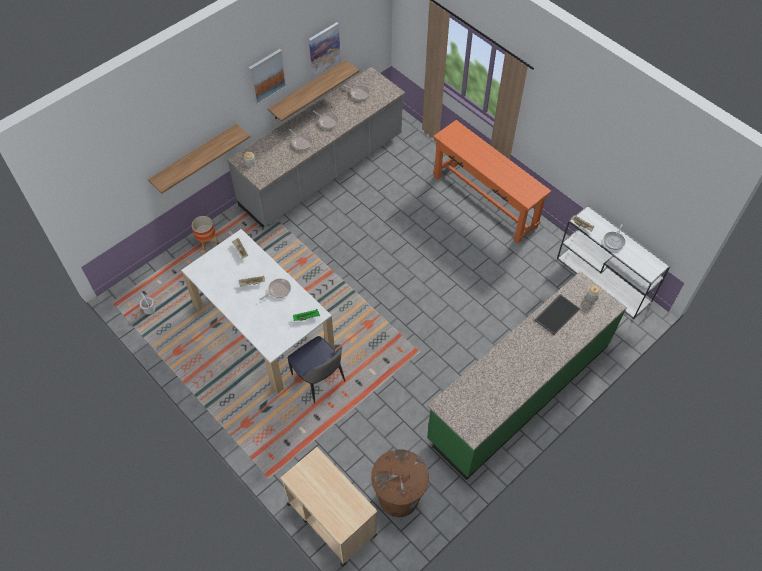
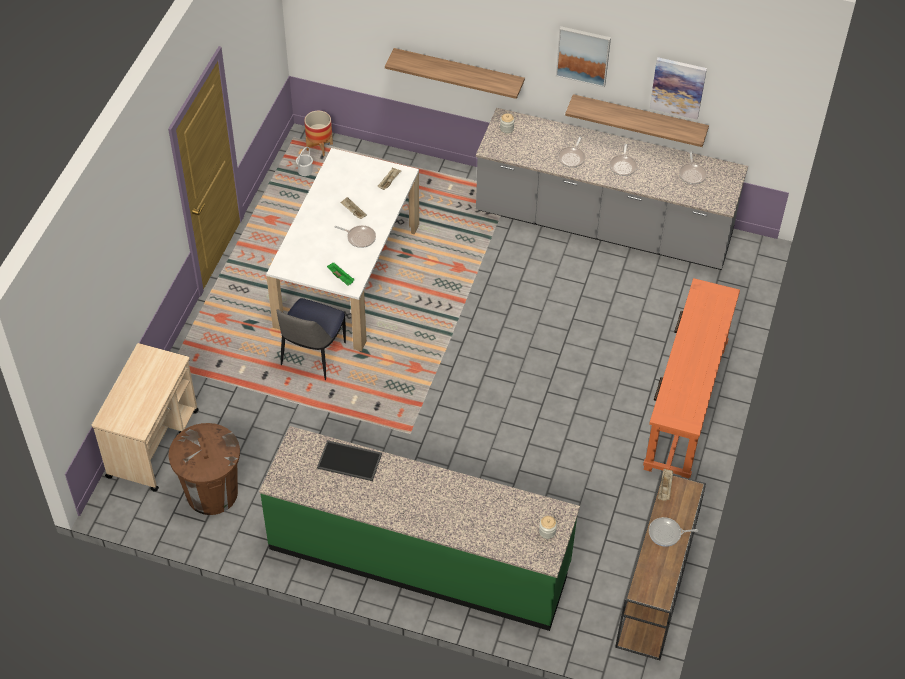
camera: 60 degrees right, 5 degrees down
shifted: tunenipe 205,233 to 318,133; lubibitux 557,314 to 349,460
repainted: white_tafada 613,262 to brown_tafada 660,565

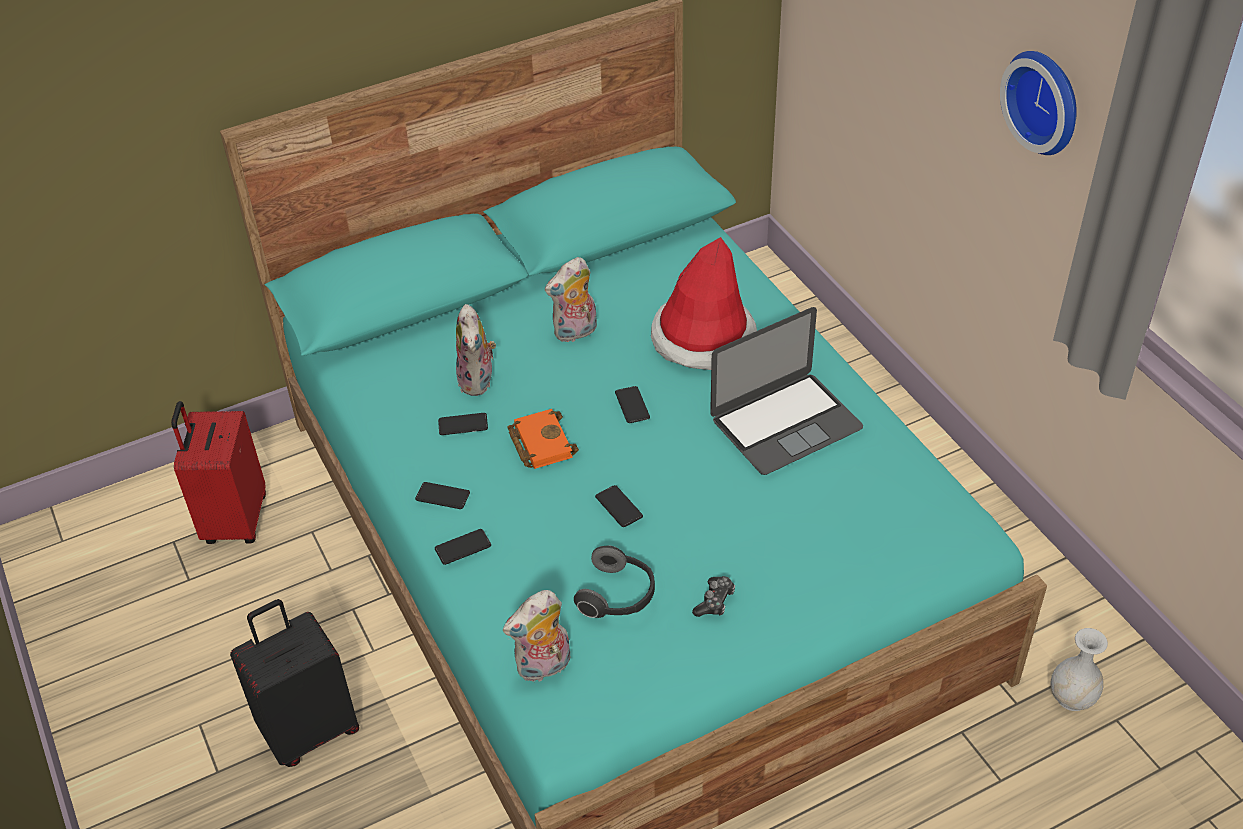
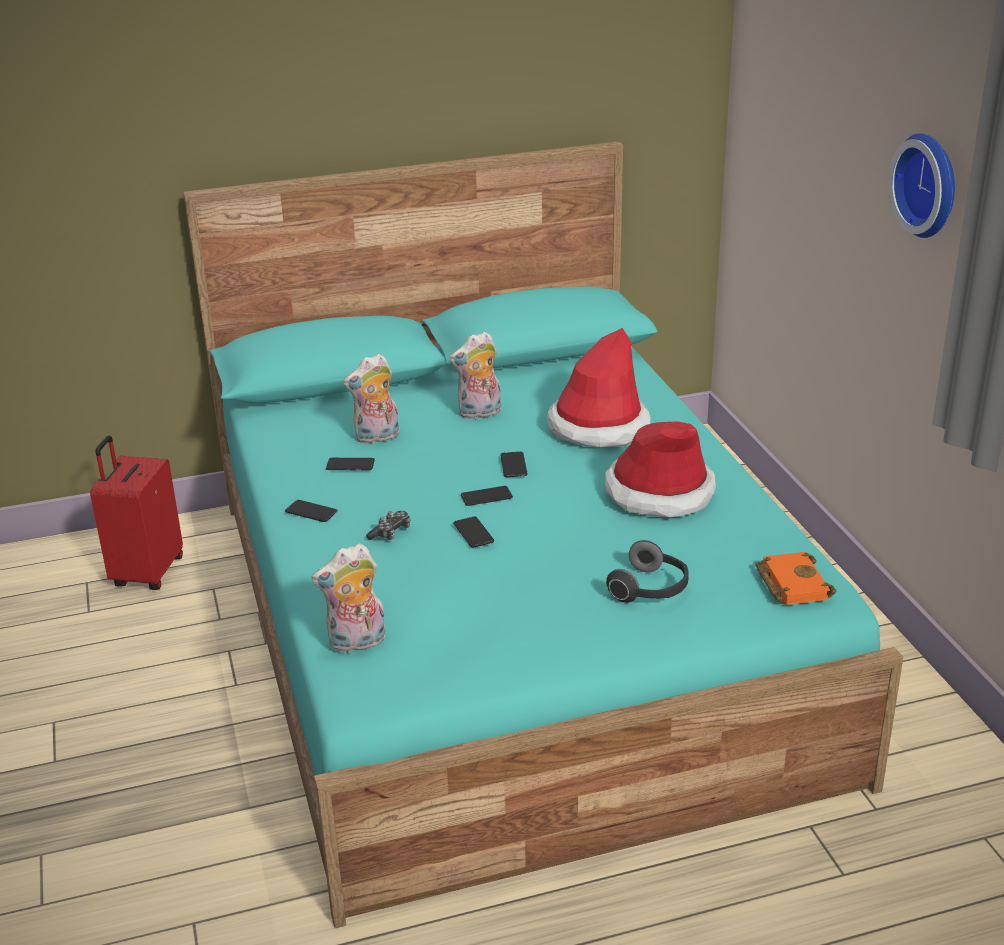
camera: 10 degrees right, 15 degrees down
gone: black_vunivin 294,683; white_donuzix 1079,669
shifted: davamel 713,596 to 388,525; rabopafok 463,547 to 487,496; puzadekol 614,581 to 647,571; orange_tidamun 543,439 to 795,578
swapped: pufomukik 786,391 to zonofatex 660,469
rotated: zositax 476,350 = 371,398 60 degrees clockwise

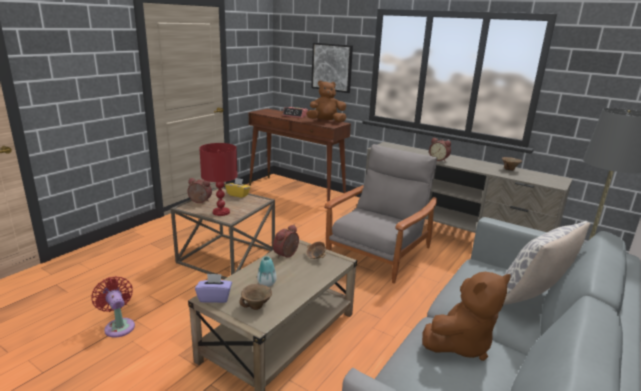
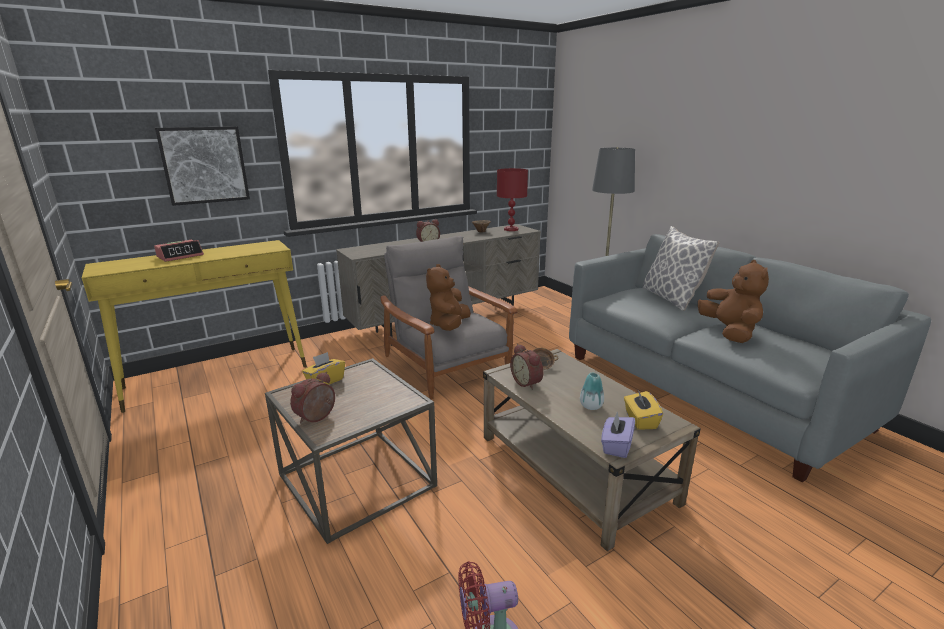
camera: 65 degrees left, 0 degrees up
shifted: brown_zositax 326,101 to 448,297; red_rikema 218,179 to 512,199
swapped: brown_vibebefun 255,297 to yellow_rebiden 643,410
repainted: brown_tafada 300,155 to yellow_tafada 194,326

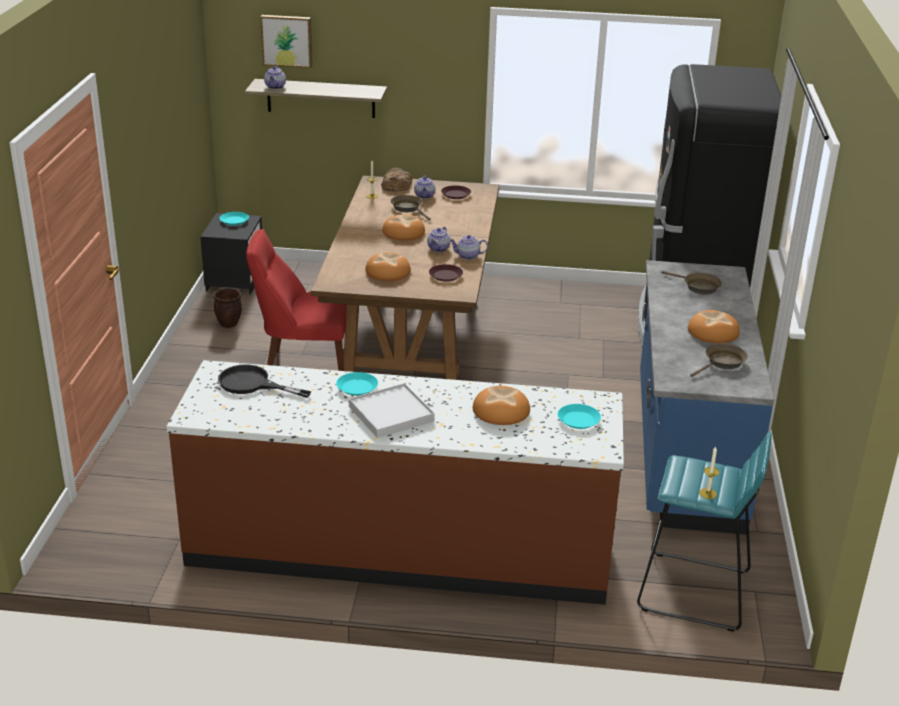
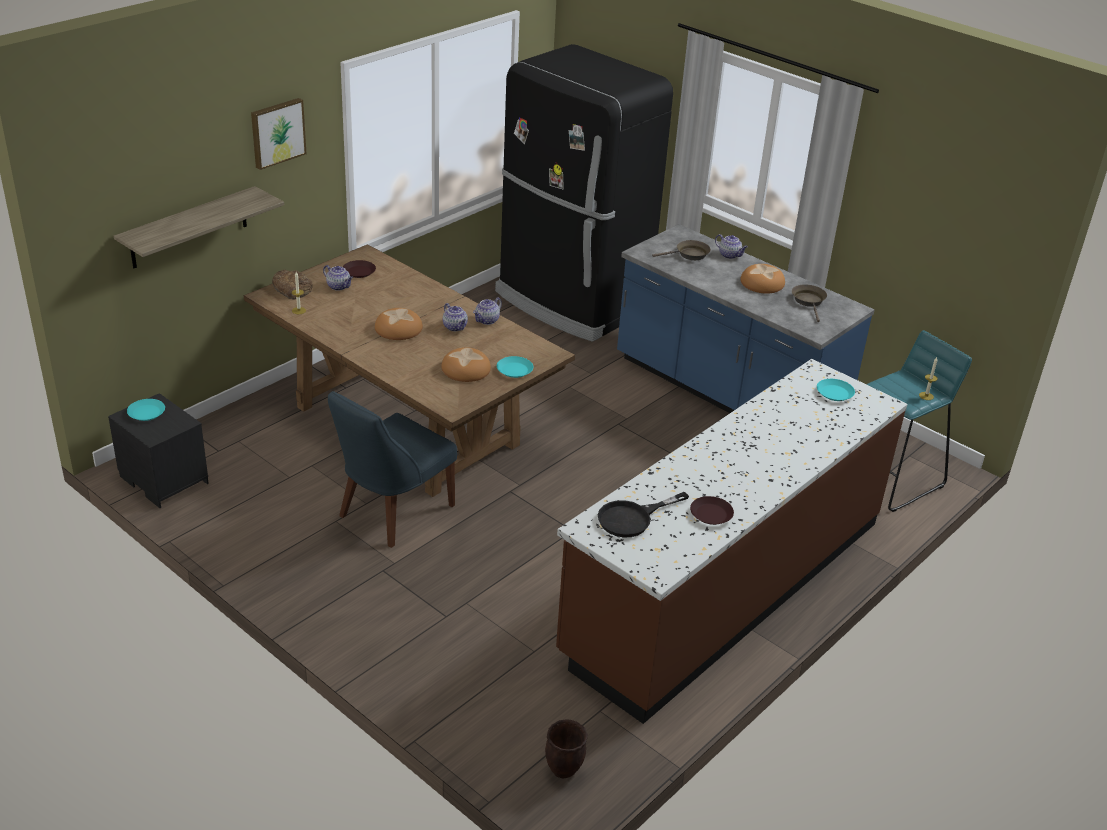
camera: 55 degrees left, 5 degrees up
gone: white_lubibitux 392,410; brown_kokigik 410,208; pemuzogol 501,405
shifted: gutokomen 286,41 to 279,134; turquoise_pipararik 357,384 to 515,367; brown_tunenipe 227,308 to 566,749; brown_pipararik 446,273 to 712,510; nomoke 275,77 to 731,246
repainted: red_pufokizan 296,300 to blue_pufokizan 392,469

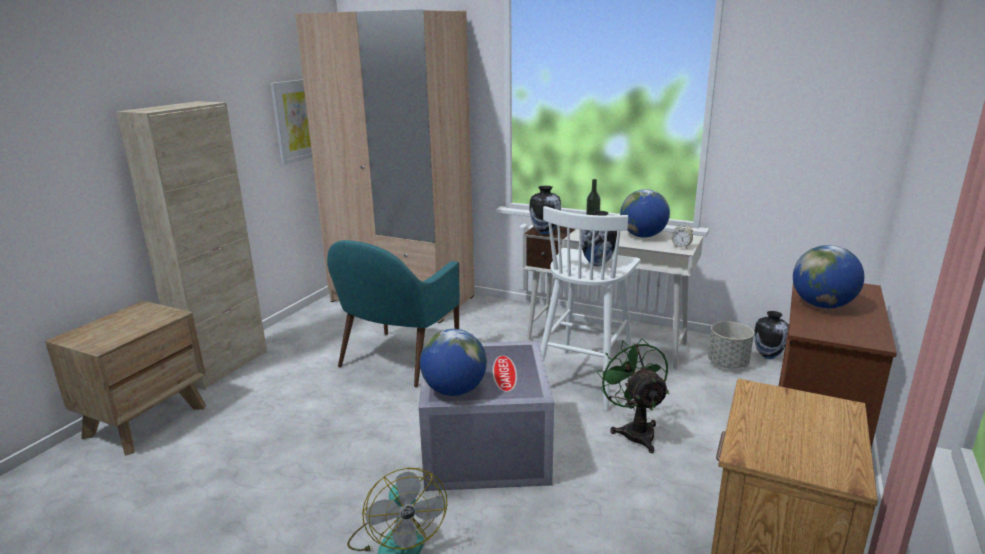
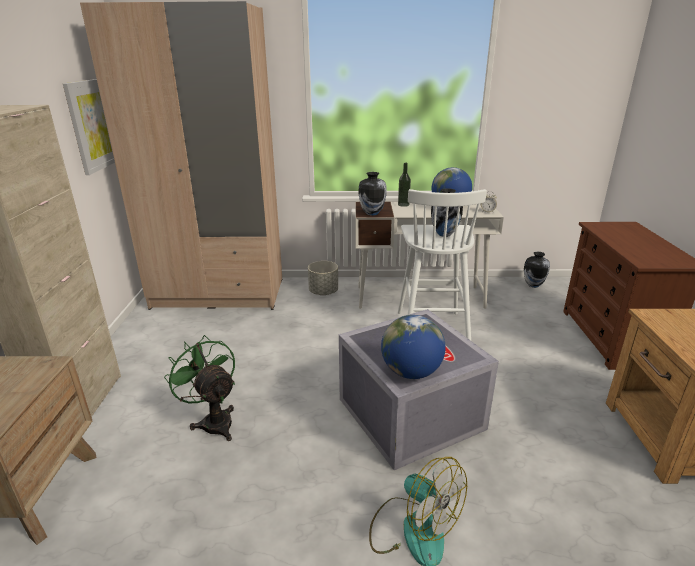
camera: 25 degrees left, 5 degrees up
gone: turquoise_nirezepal 393,314; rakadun 828,276
shifted: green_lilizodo 633,395 to 199,388; grey_tunenipe 731,344 to 323,278

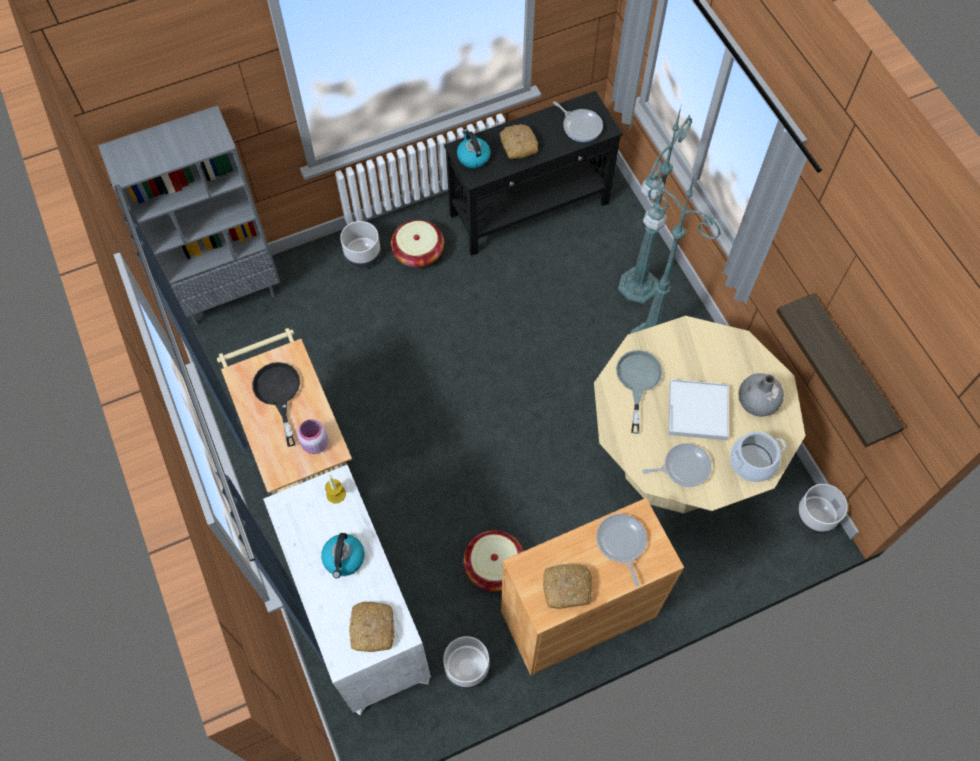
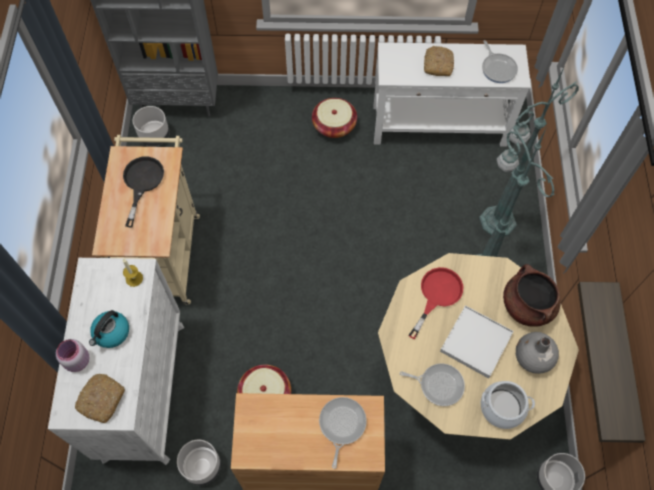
camera: 25 degrees right, 0 degrees up
gone: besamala 474,148; pemuzogol 567,586
new: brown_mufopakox 532,295
shifted: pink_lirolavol 313,436 to 72,355; grey_tunenipe 360,244 to 151,126
repainted: black_tafada 533,173 to white_tafada 452,94; grey_kokigik 639,392 to red_kokigik 435,303

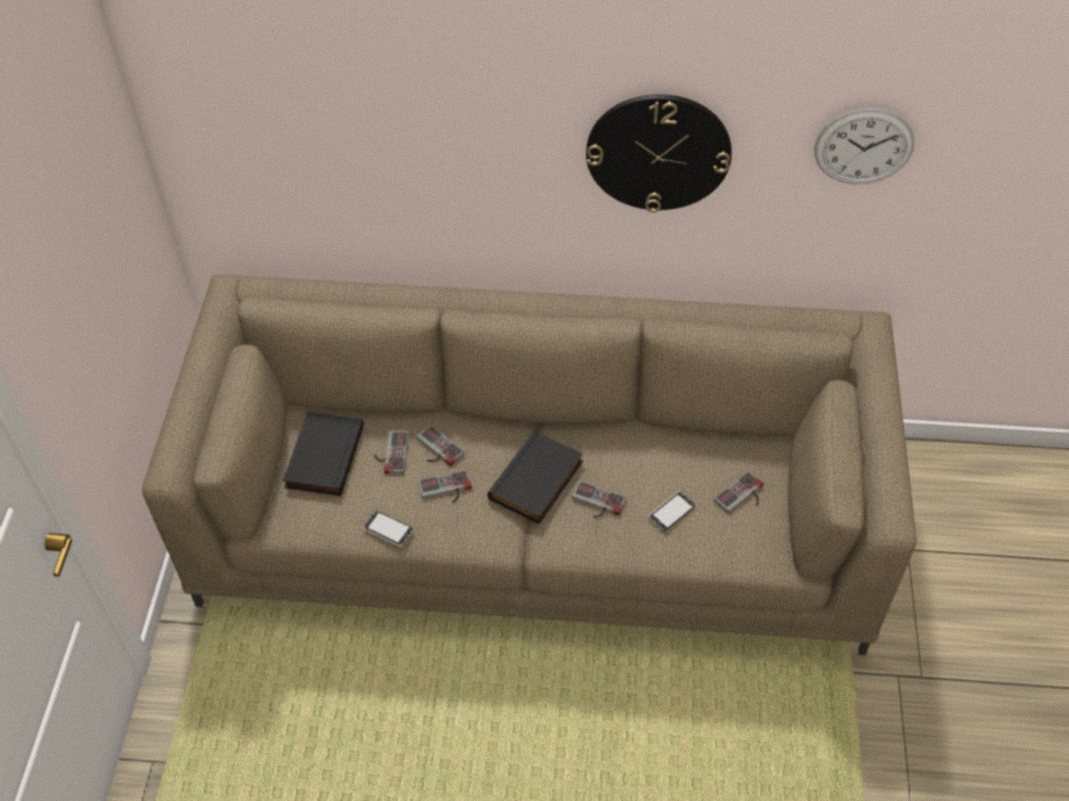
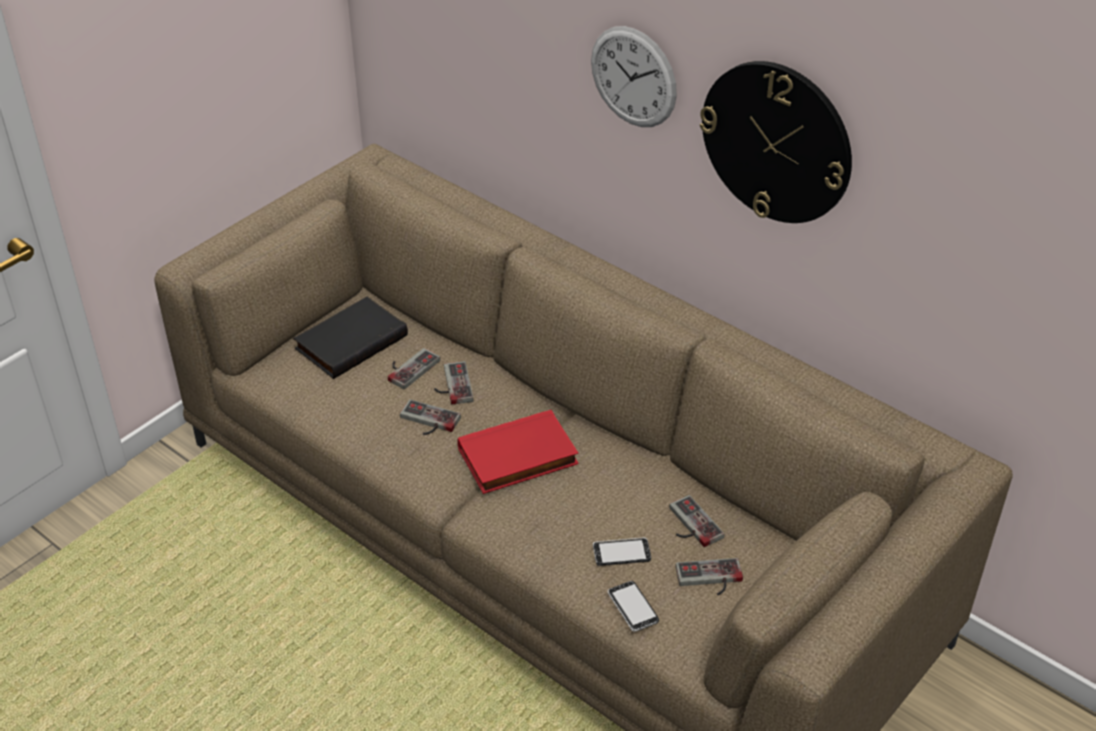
camera: 35 degrees right, 10 degrees down
shifted: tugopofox 864,146 to 634,76; rabopafok 388,529 to 633,606; davamel 599,499 to 696,521
repainted: black_tidamun 535,477 to red_tidamun 518,452

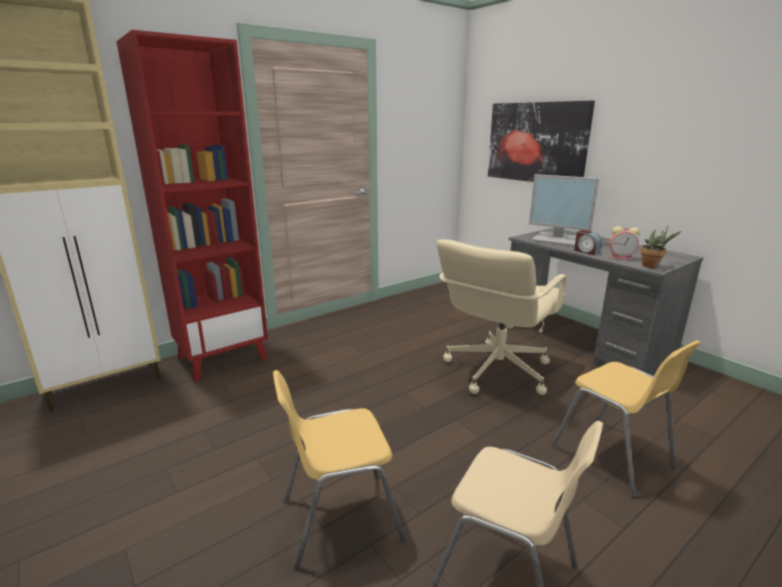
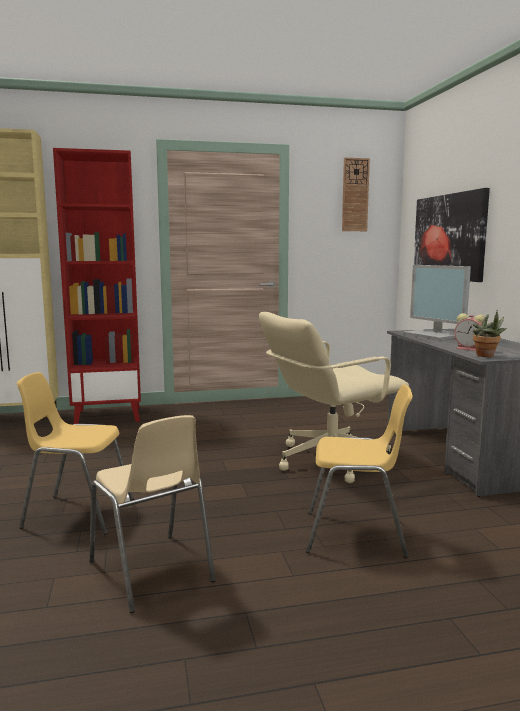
camera: 25 degrees right, 10 degrees down
gone: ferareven 588,242
new: tugopofox 356,194
rotated: yellow_pufokizan 626,419 = 359,471 75 degrees counterclockwise

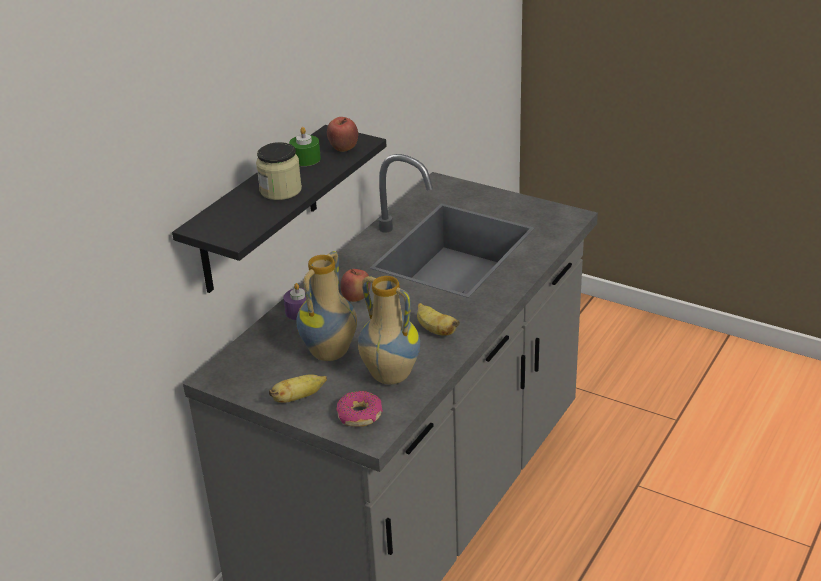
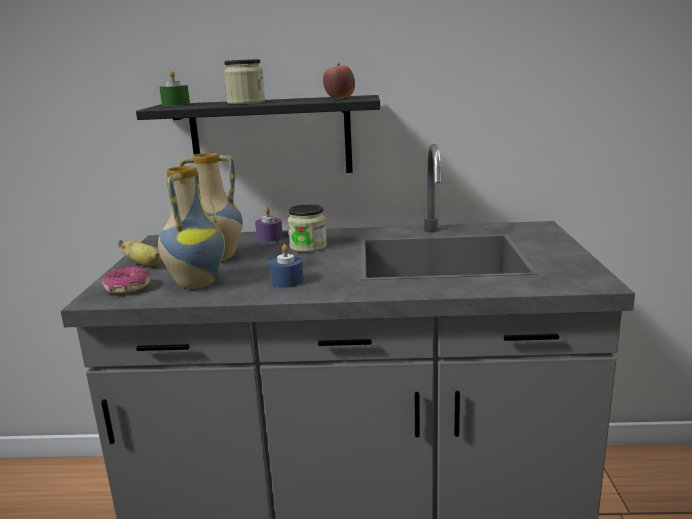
camera: 60 degrees right, 15 degrees down
shifted: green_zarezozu 305,146 to 174,88
swapped: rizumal 438,319 to blue_zarezozu 286,266; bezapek 356,285 to lirolavol 307,228

